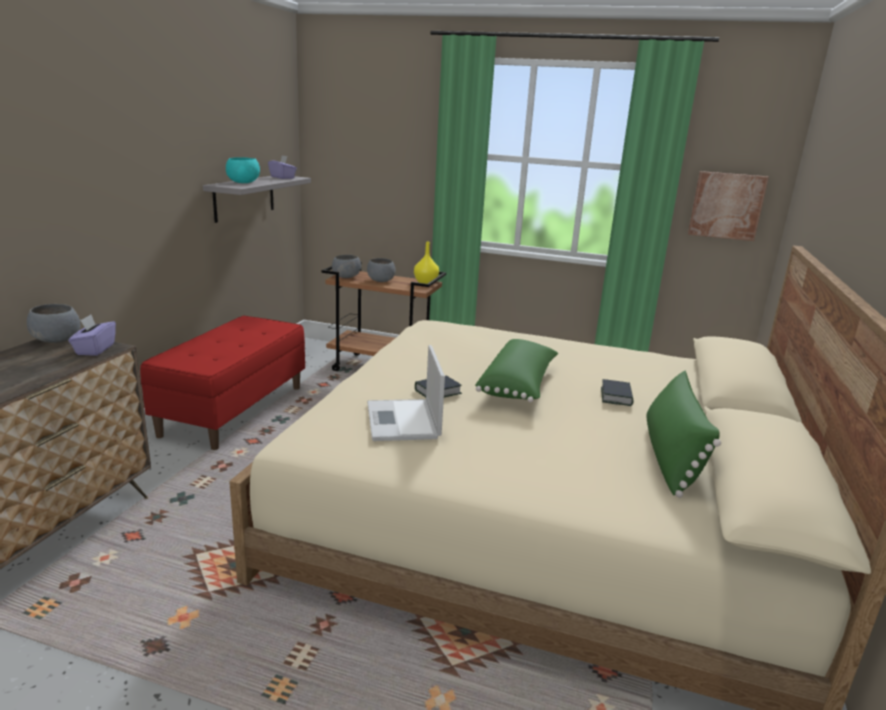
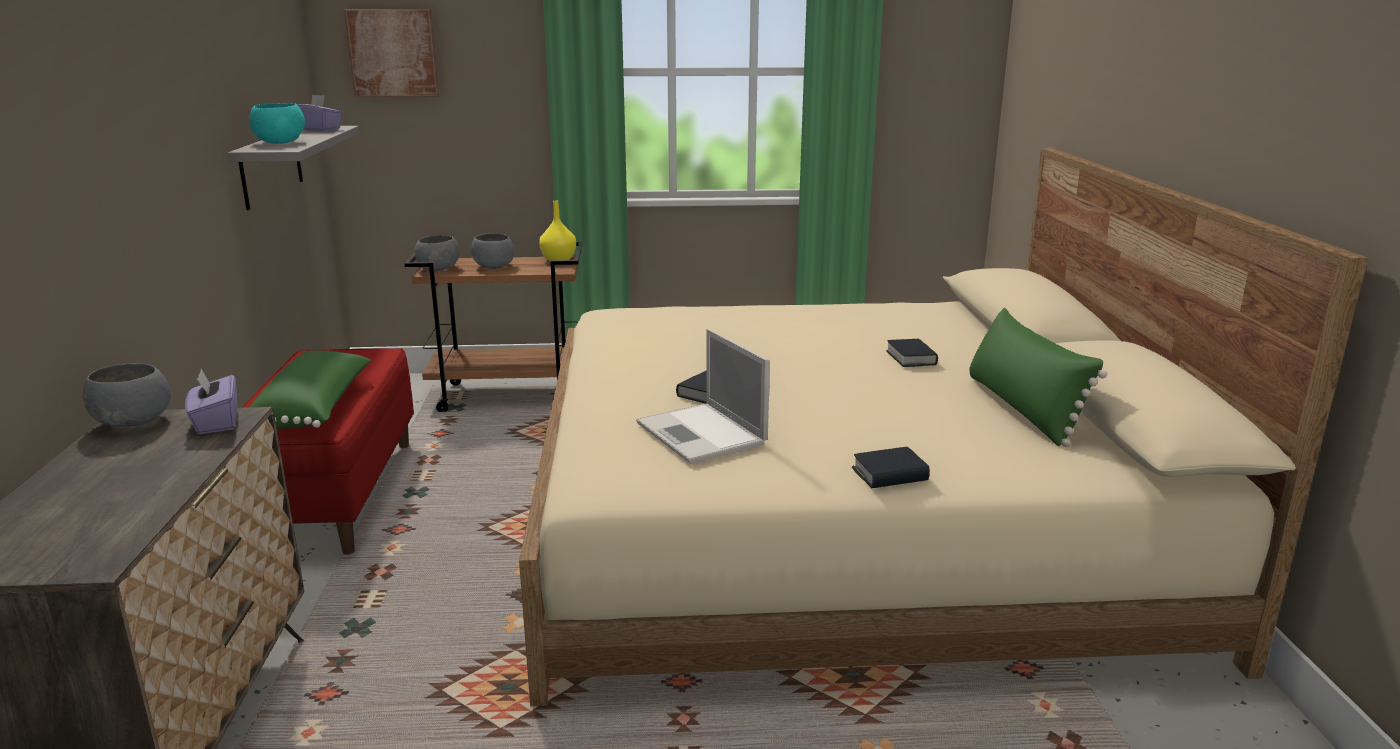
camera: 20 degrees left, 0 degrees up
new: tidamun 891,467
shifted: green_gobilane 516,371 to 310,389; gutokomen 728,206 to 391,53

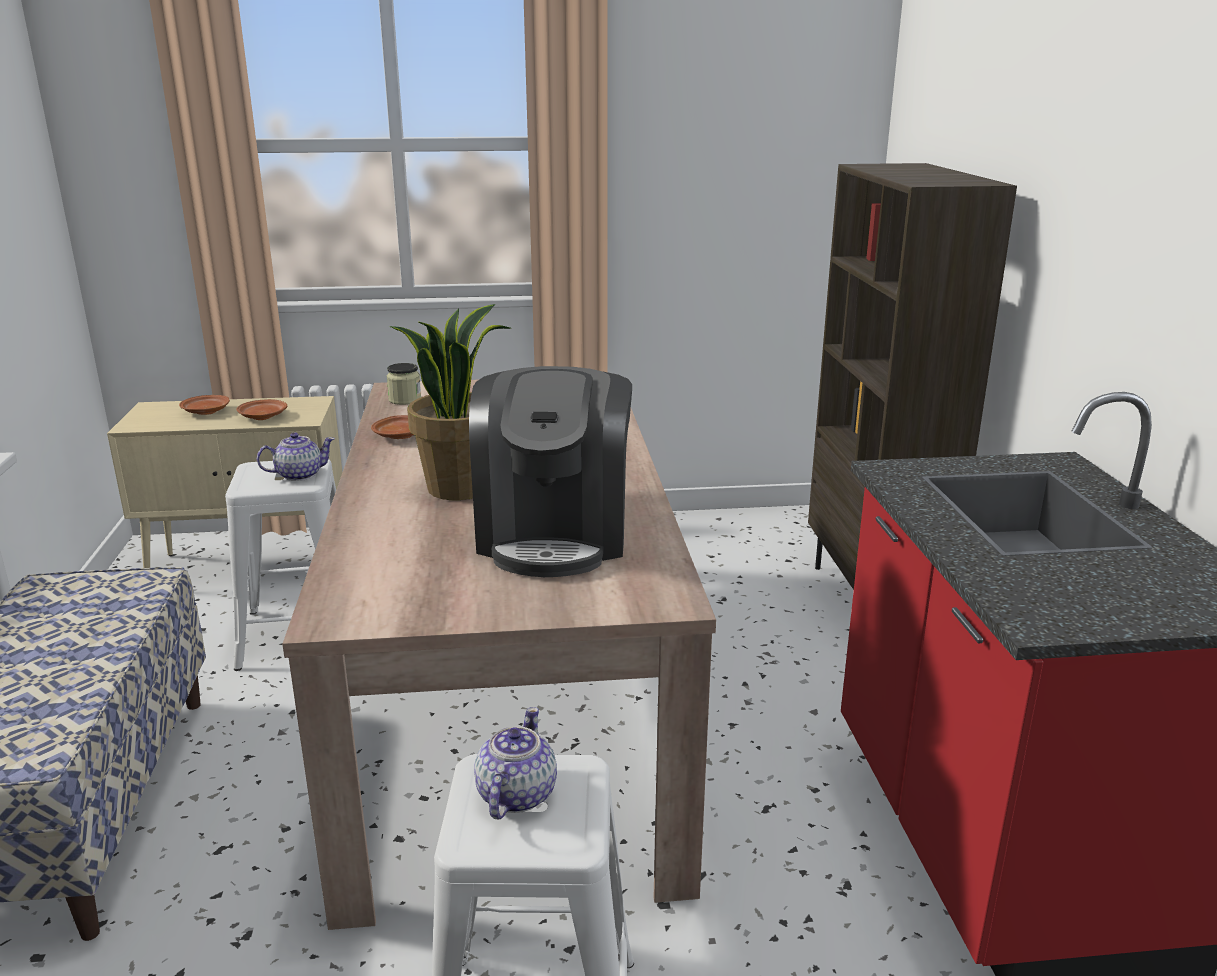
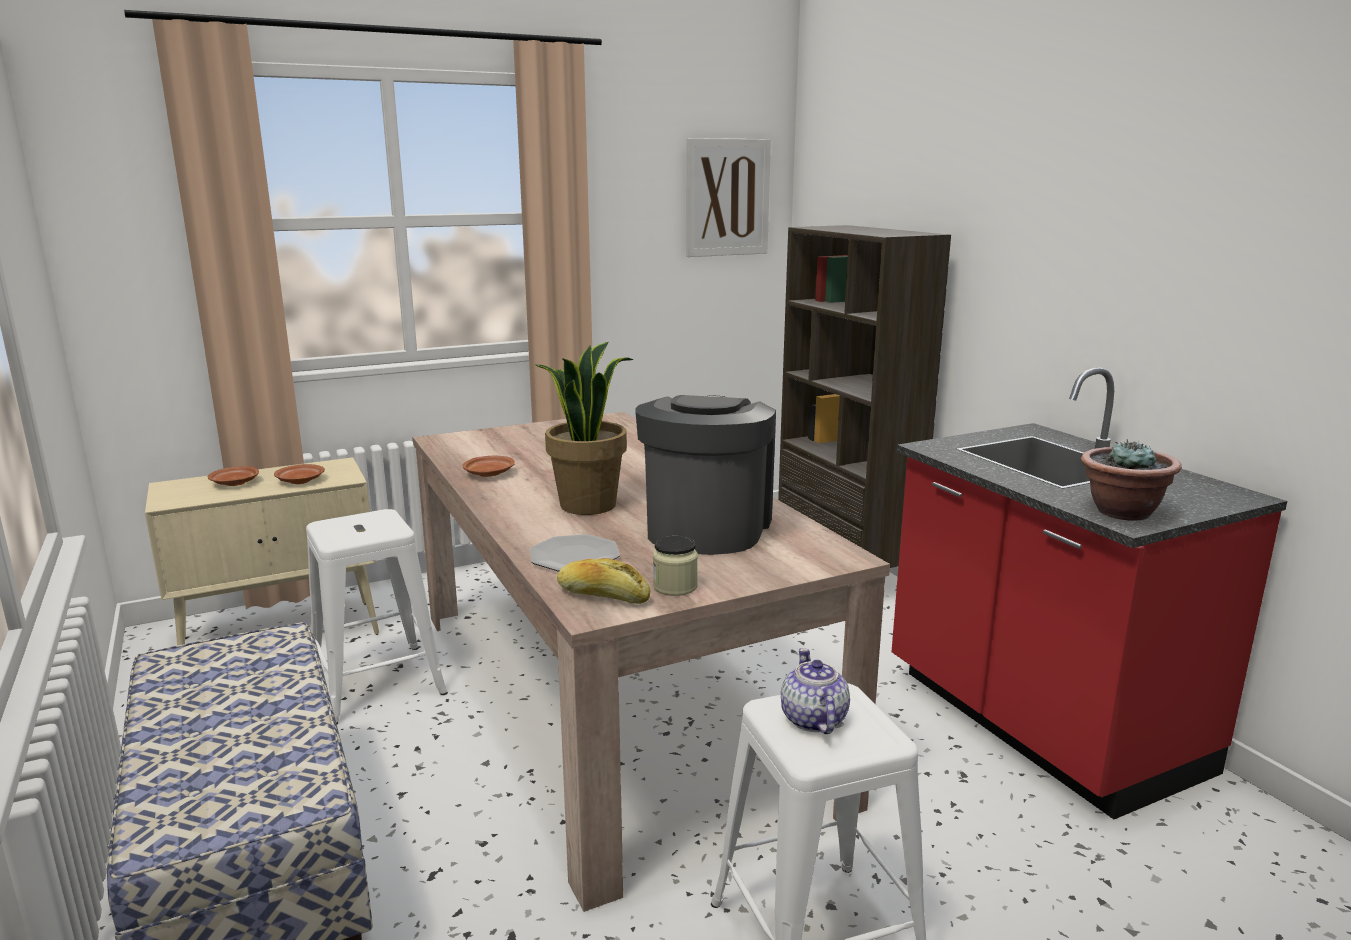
camera: 20 degrees left, 5 degrees down
gone: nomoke 296,456
new: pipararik 575,553; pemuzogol 603,581; gutokomen 728,197; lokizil 1131,480
shifted: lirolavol 404,384 to 675,566
rotated: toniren 550,471 = 705,475 150 degrees counterclockwise

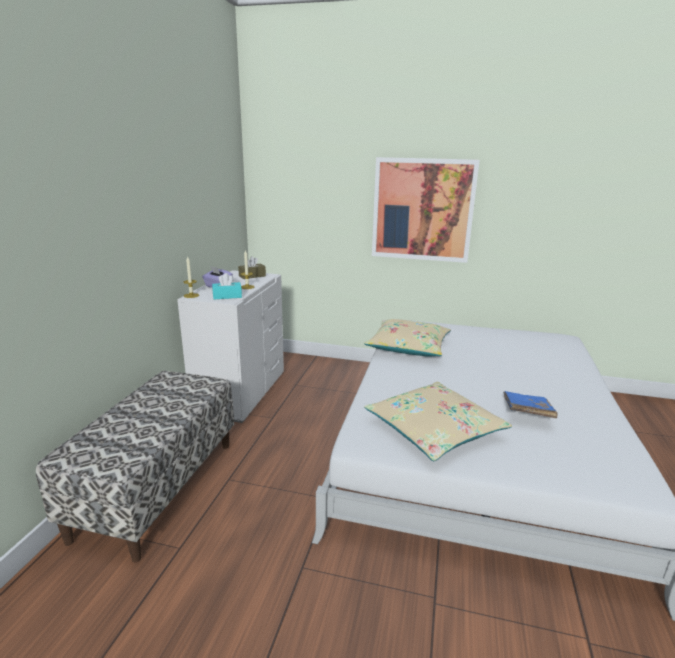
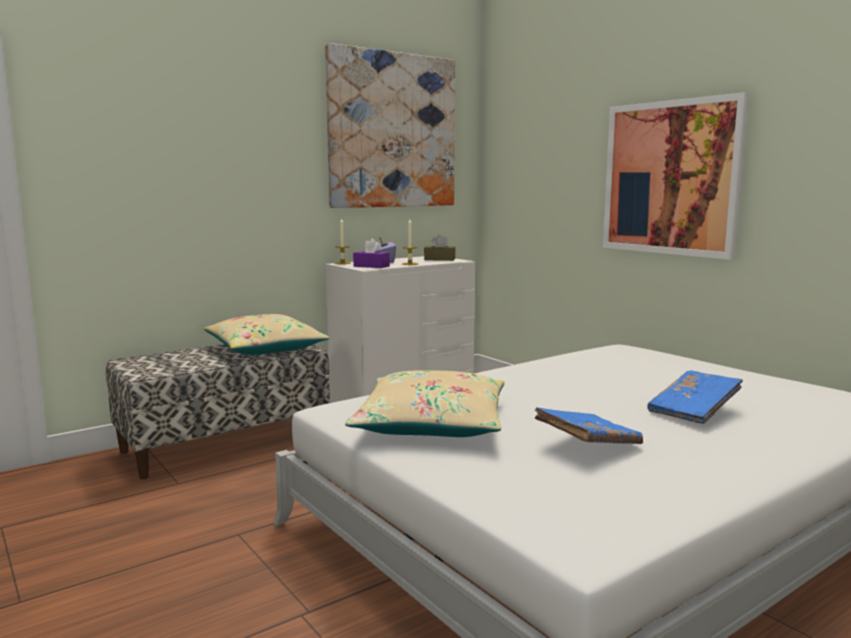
camera: 40 degrees right, 10 degrees down
new: gutokomen 390,125; blue_tidamun 695,397
shifted: beige_gobilane 407,338 to 266,334
repainted: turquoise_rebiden 227,286 to purple_rebiden 371,253

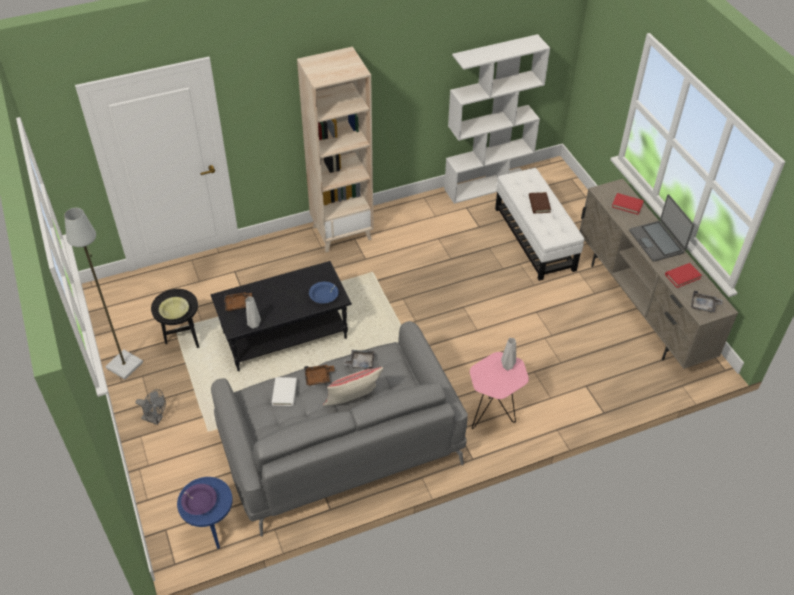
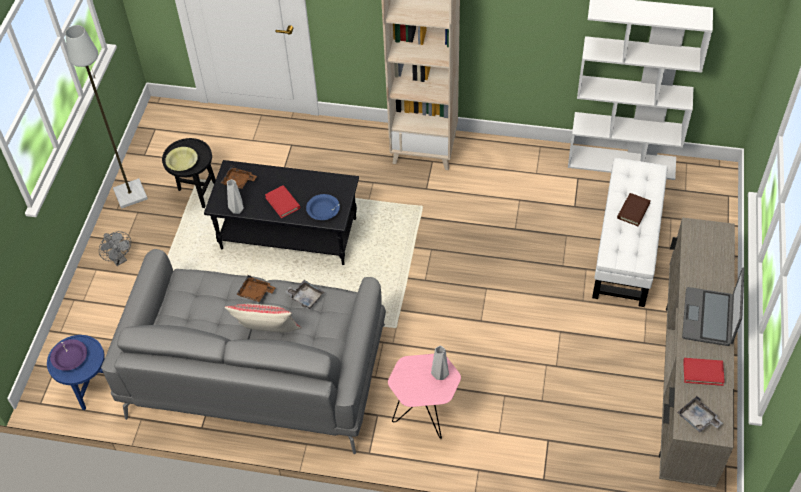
camera: 35 degrees right, 5 degrees up
gone: white_tidamun 284,391
shifted: red_tidamun 628,204 to 283,201

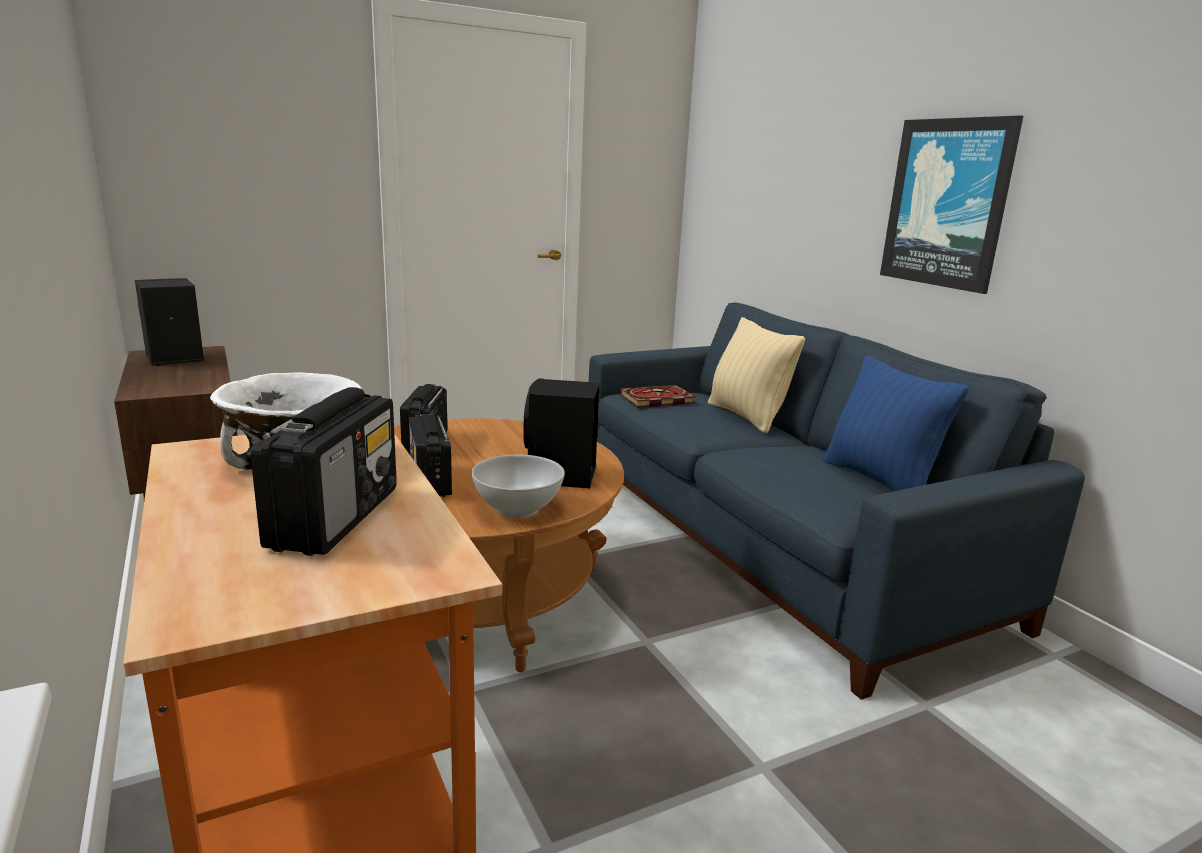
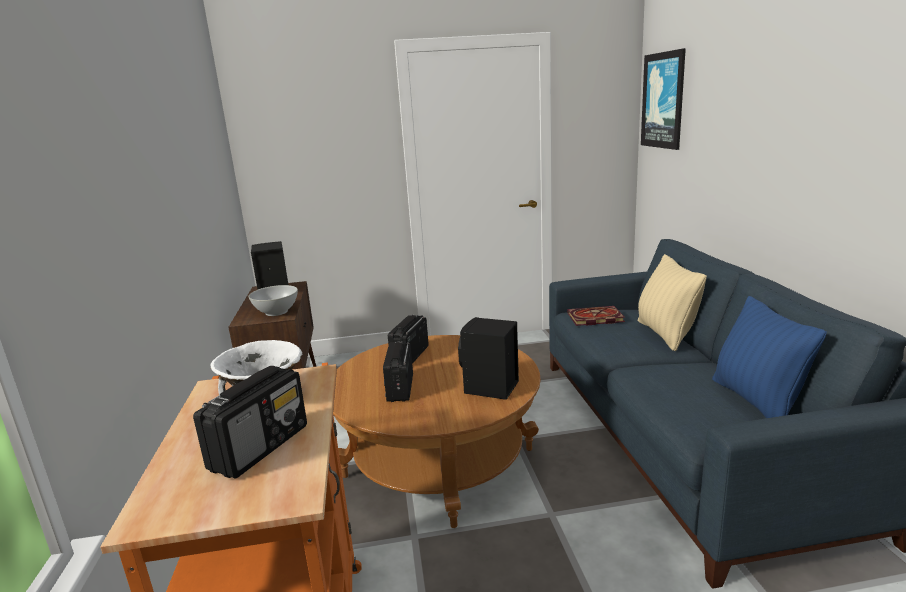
camera: 20 degrees right, 0 degrees up
shifted: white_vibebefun 518,486 to 273,300; gutokomen 951,205 to 663,99

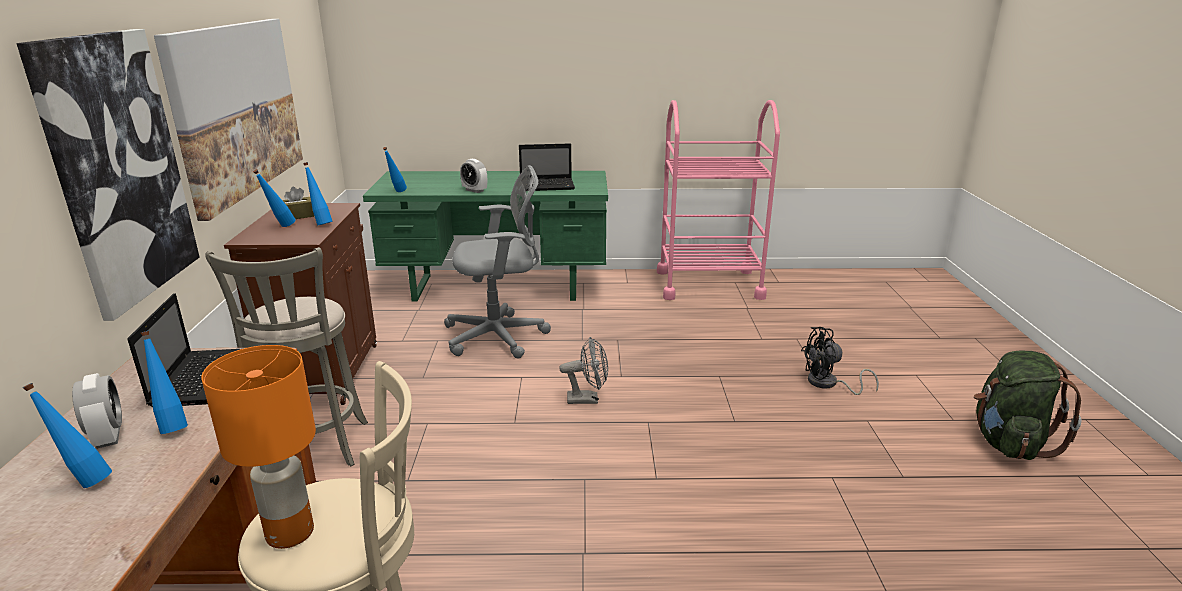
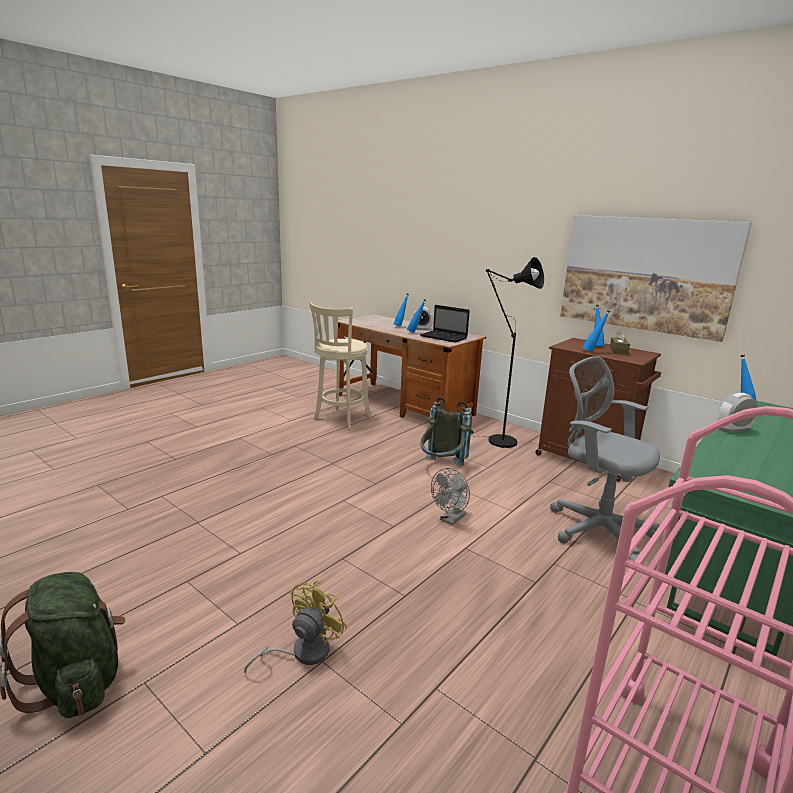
camera: 130 degrees right, 5 degrees down
gone: gutokomen 108,175; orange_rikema 258,447; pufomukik 547,167
new: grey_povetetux 446,431
swapped: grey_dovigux 286,356 to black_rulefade 507,352
repainted: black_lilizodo 840,361 to yellow_lilizodo 295,627
rotated: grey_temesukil 497,262 = 605,458 105 degrees clockwise

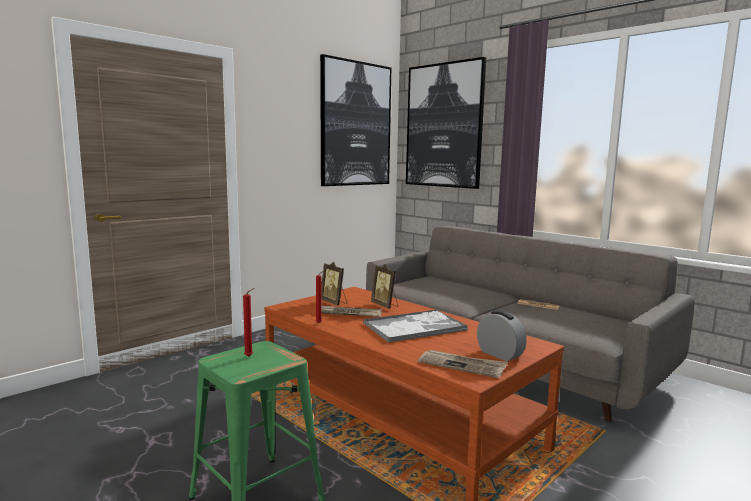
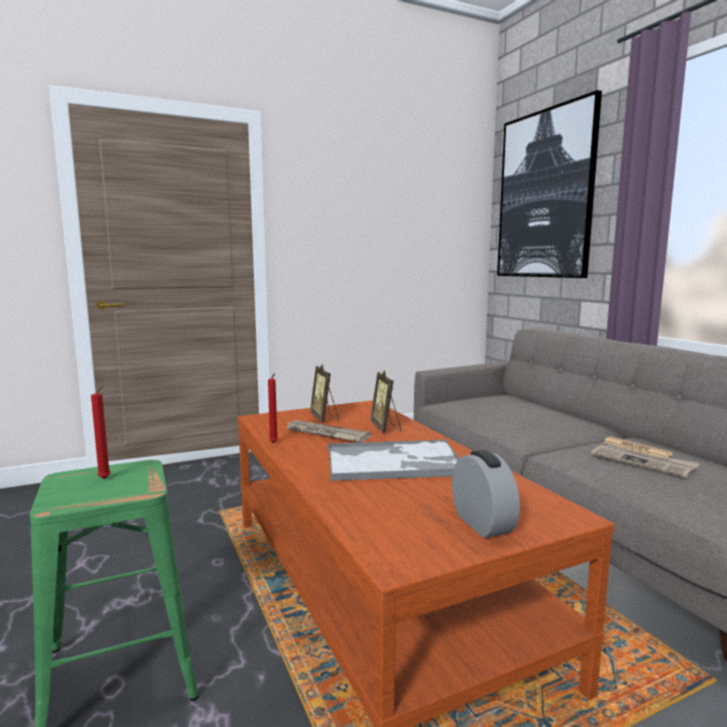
camera: 20 degrees right, 0 degrees up
gone: gutokomen 355,120
shifted: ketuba 463,364 to 645,461

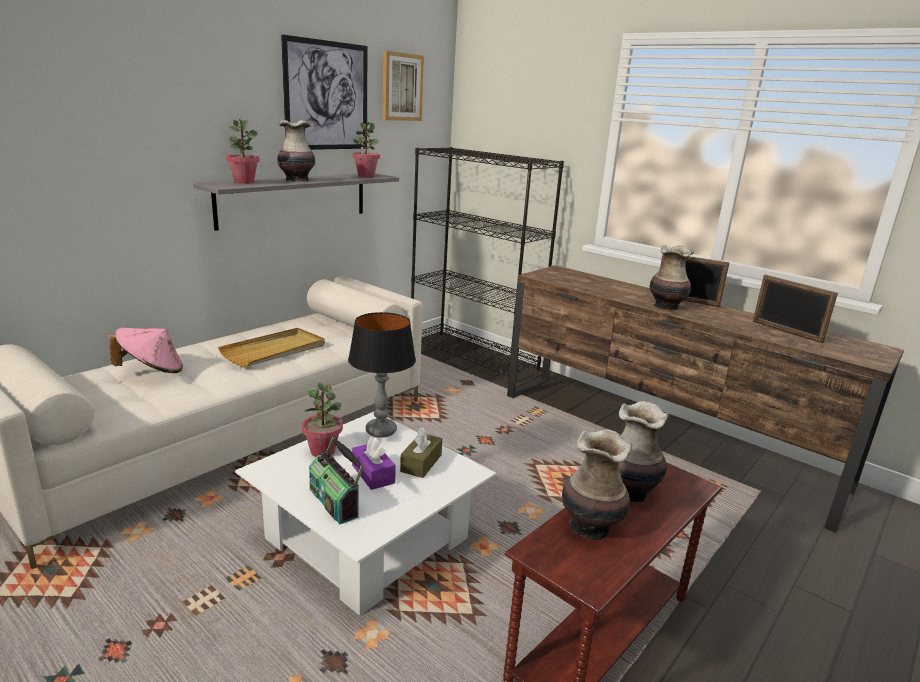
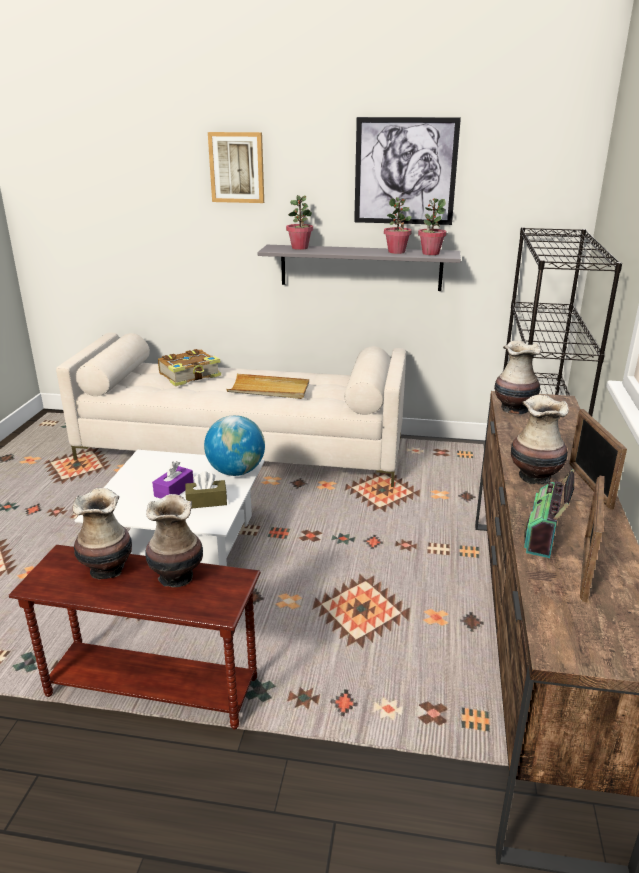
camera: 60 degrees right, 5 degrees up
shifted: gutokomen 403,86 to 236,167; lokizil 322,419 to 398,225; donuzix 296,150 to 517,377; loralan 336,481 to 549,513
swapped: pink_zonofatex 145,350 to tidamun 189,367; rikema 382,375 to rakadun 234,445

